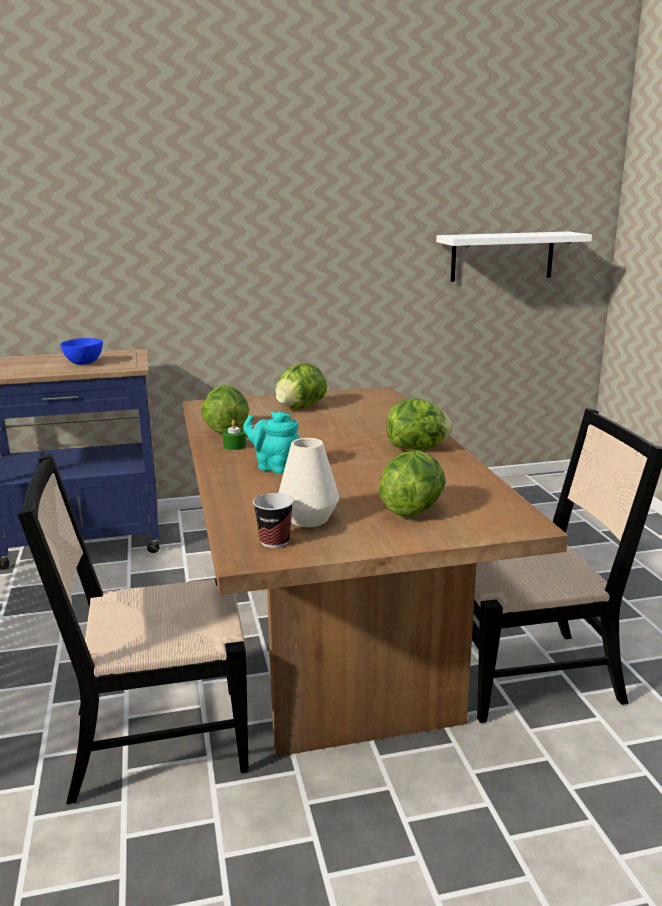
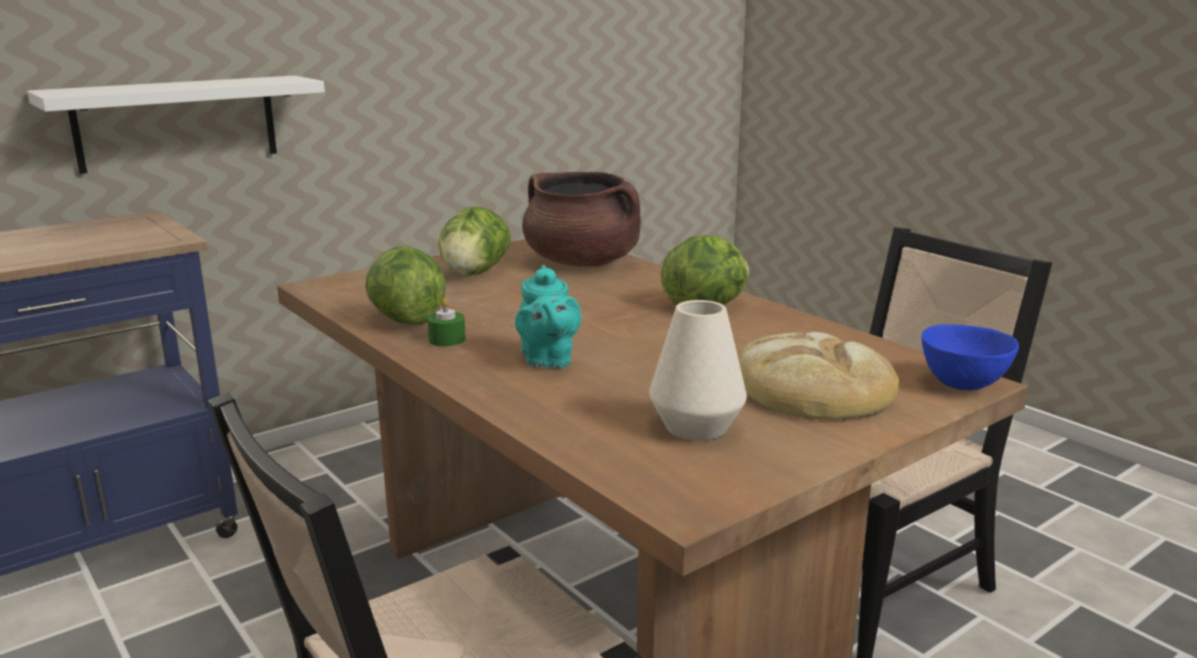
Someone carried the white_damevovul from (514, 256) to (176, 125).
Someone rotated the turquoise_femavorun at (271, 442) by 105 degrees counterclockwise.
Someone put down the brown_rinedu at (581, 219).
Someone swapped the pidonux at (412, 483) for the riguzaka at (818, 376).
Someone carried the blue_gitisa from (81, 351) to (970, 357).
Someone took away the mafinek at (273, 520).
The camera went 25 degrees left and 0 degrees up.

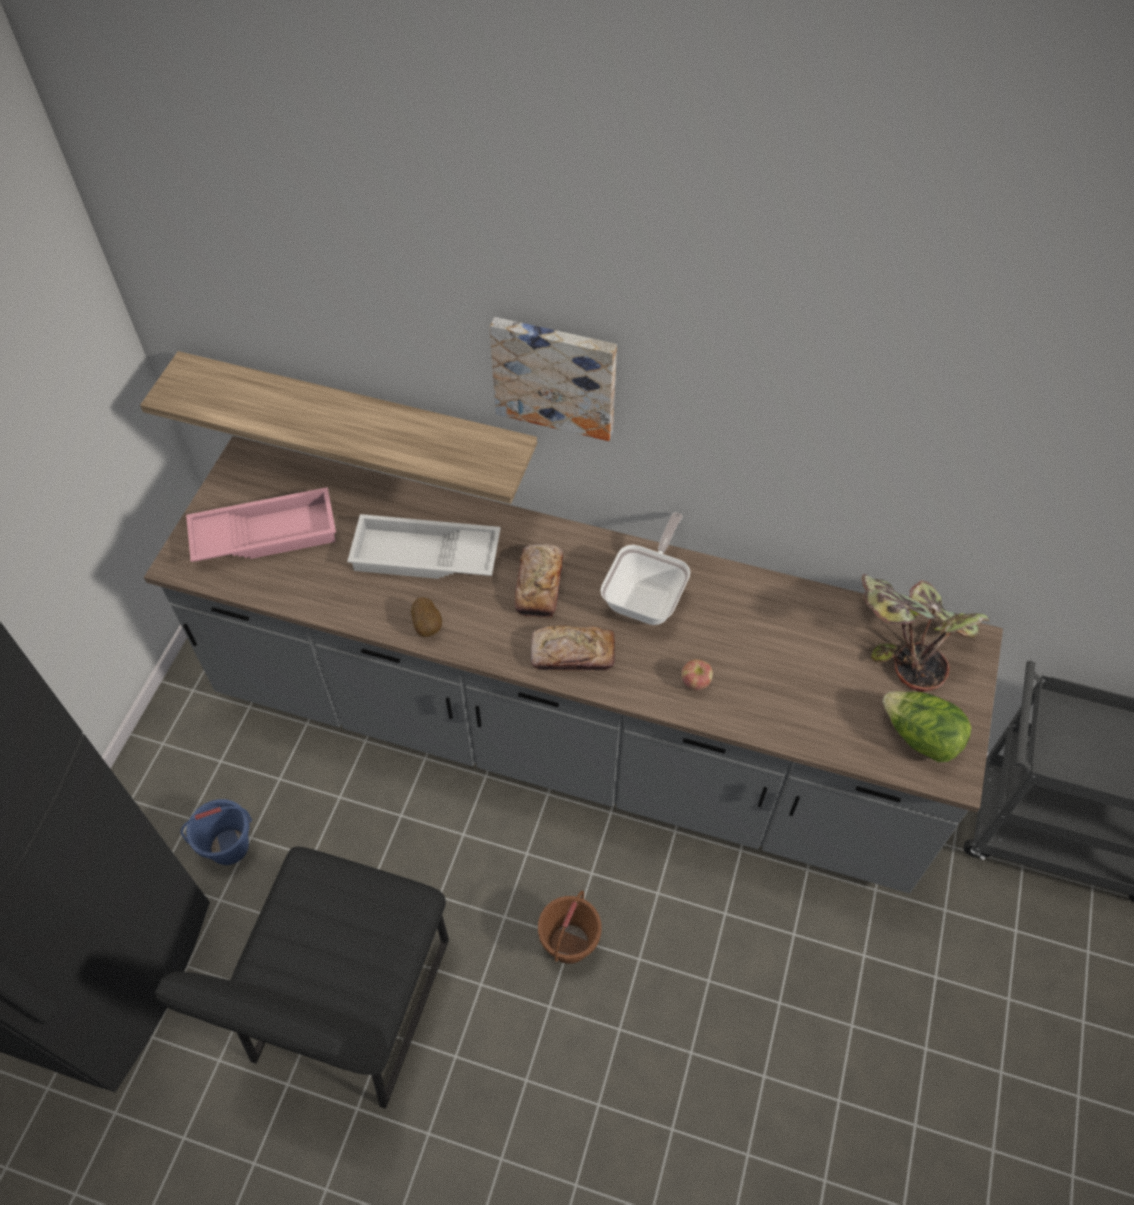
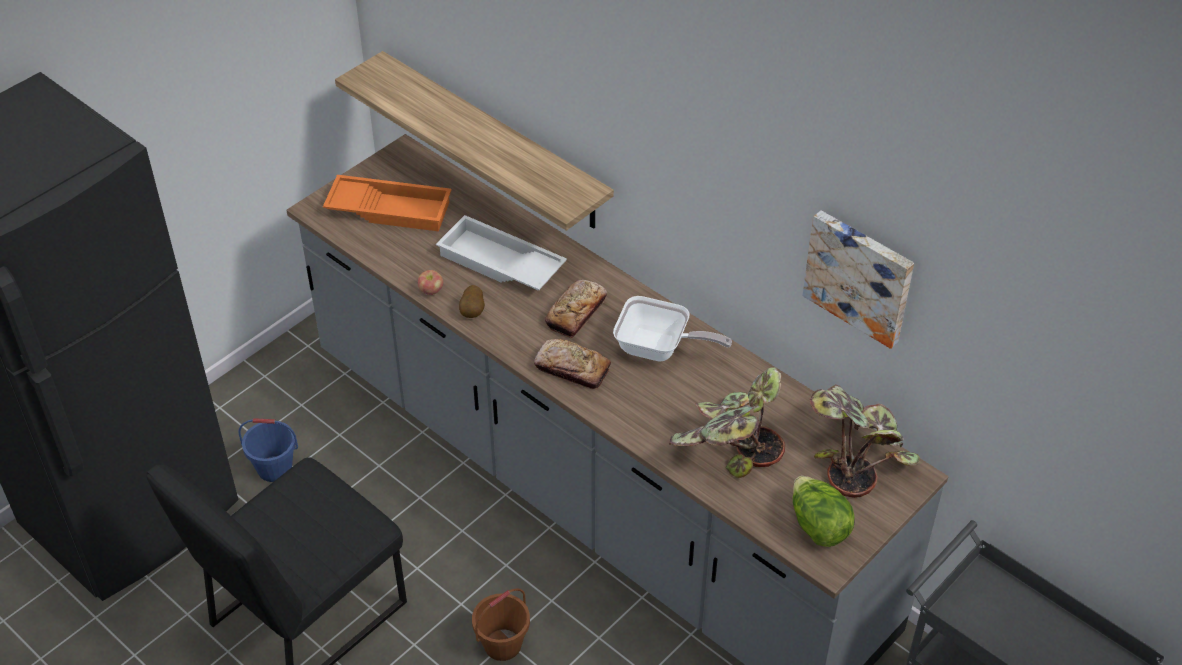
Someone repainted the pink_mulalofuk at (261, 524), which became the orange_mulalofuk at (387, 203).
Someone carried the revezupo from (697, 674) to (430, 282).
Someone rotated the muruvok at (645, 568) by 60 degrees clockwise.
Someone put down the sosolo at (727, 422).
Someone carried the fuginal from (553, 379) to (858, 279).
The camera went 25 degrees right and 10 degrees down.

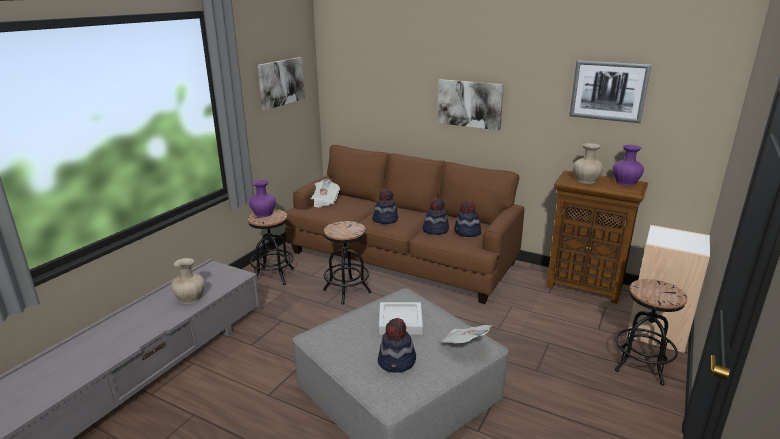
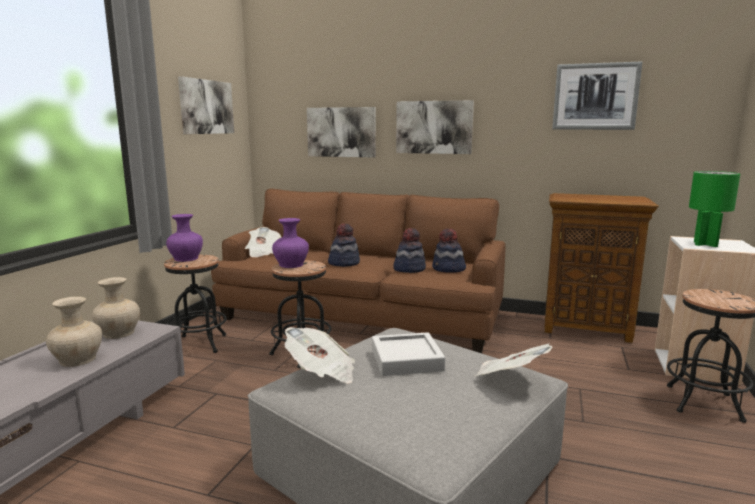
Someone carried the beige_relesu from (588, 163) to (116, 308).
Someone carried the purple_relesu from (628, 165) to (290, 243).
Someone put down the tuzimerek at (319, 355).
Someone put up the fuginal at (341, 132).
Someone put down the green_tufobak at (714, 209).
Someone took away the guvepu at (397, 345).
The camera went 10 degrees left and 10 degrees down.

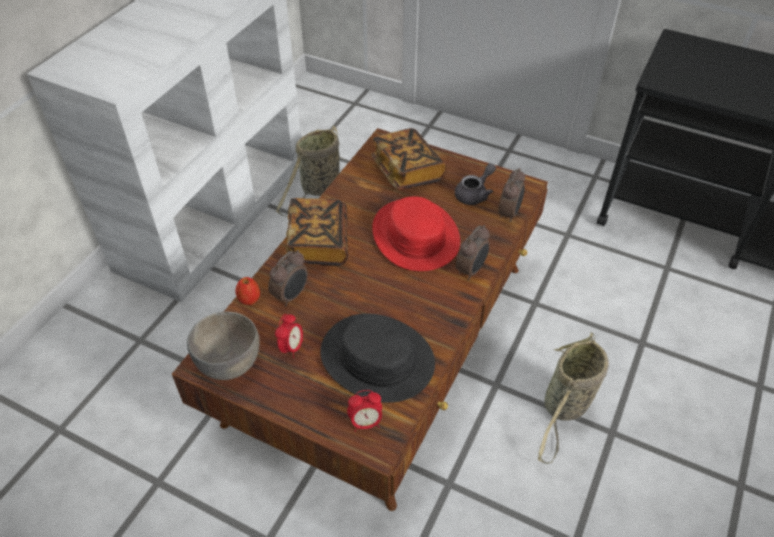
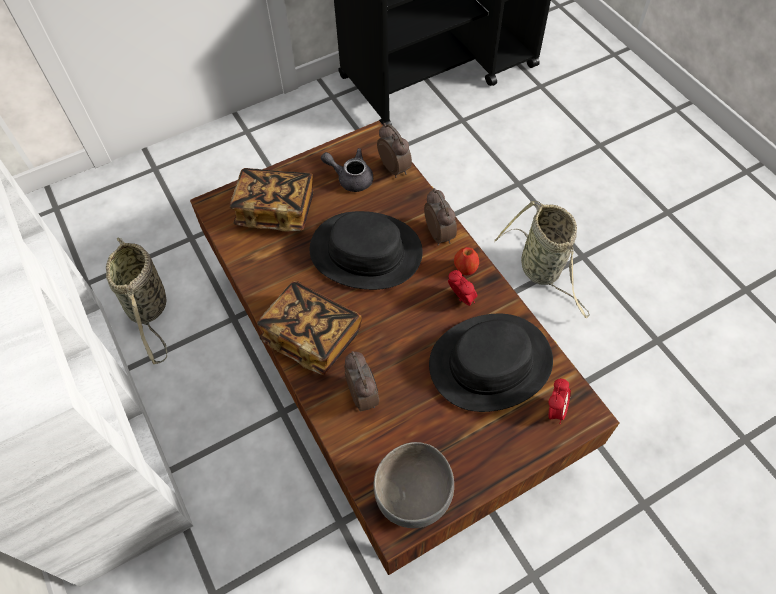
Someone repainted the red_guvepu at (416, 233), which became the black_guvepu at (366, 250).
Someone rotated the grey_femavorun at (475, 184) by 60 degrees counterclockwise.
Someone carried the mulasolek from (289, 336) to (463, 288).
Someone carried the revezupo from (247, 291) to (466, 261).
The camera went 55 degrees left and 10 degrees up.

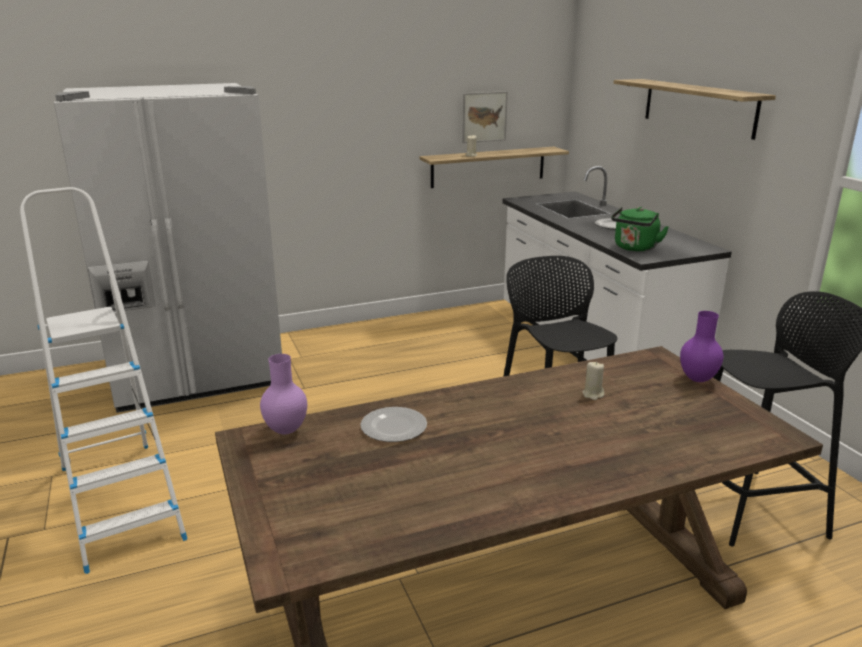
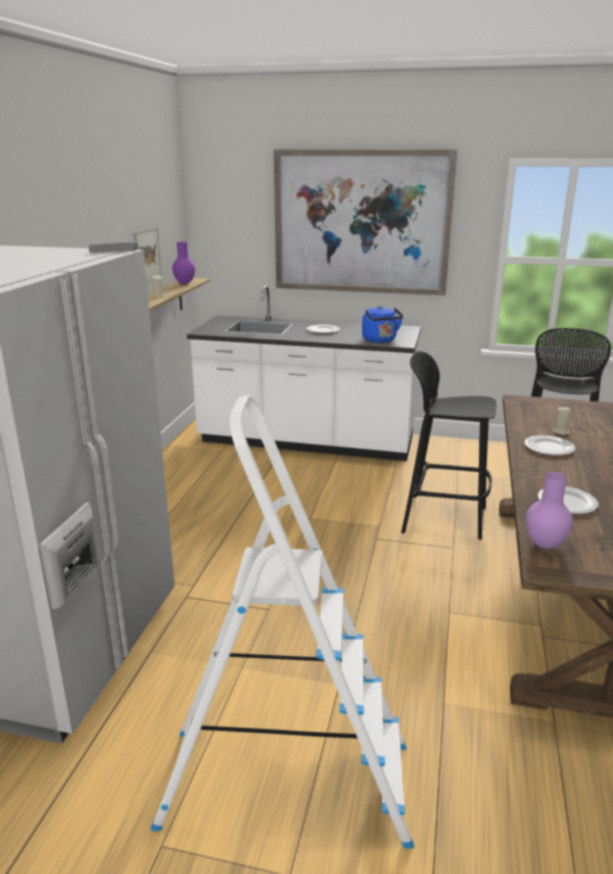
Someone carried the purple_relesu from (702, 346) to (183, 263).
Someone swapped the damevovul at (694, 109) for the fuginal at (365, 223).
Someone repainted the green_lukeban at (640, 229), which became the blue_lukeban at (382, 324).
Someone put down the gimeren at (550, 445).
The camera went 55 degrees left and 0 degrees up.

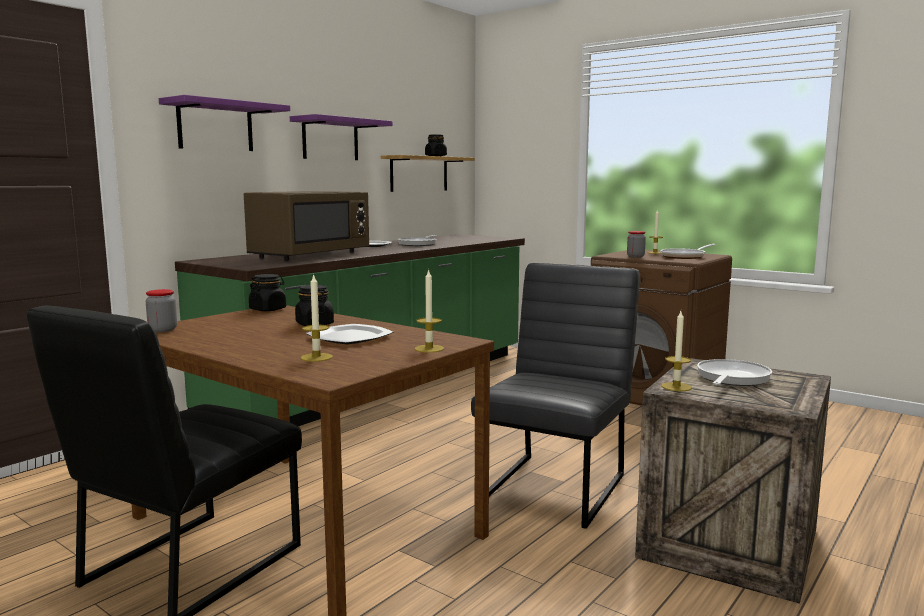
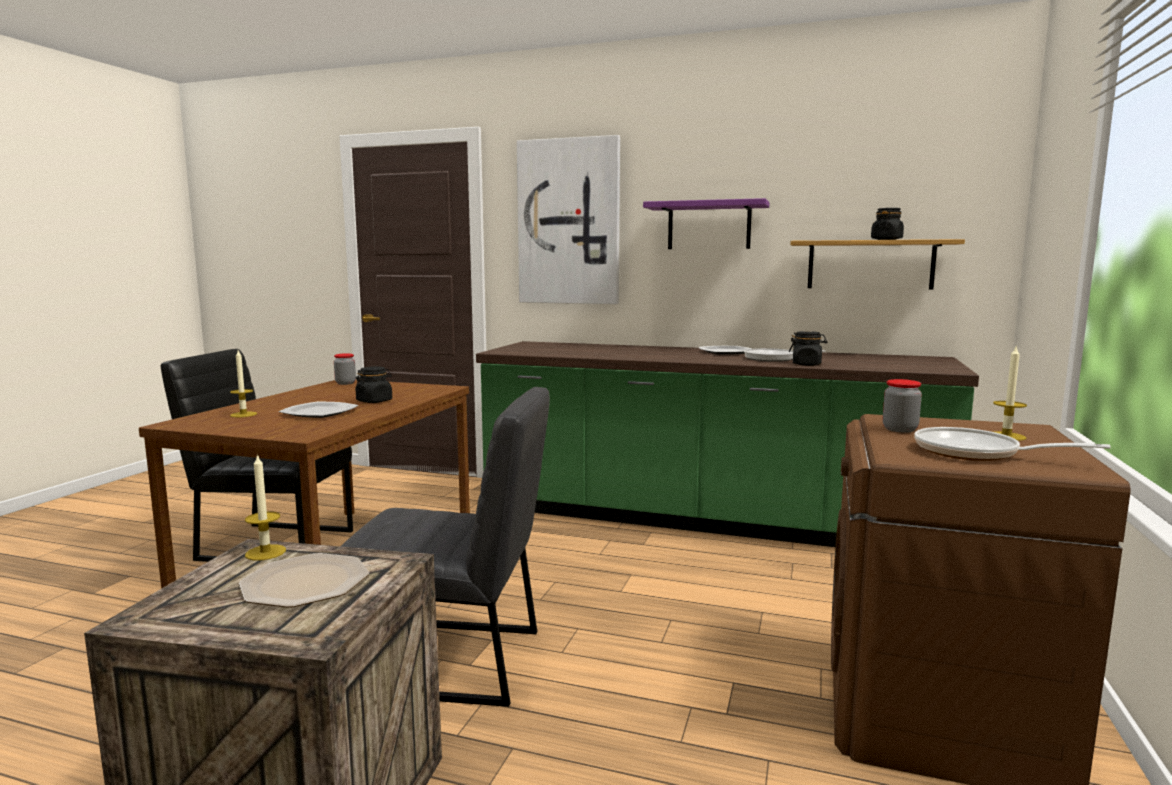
Someone swapped the muruvok at (734, 372) for the gimeren at (304, 580).
Someone swapped the purple_damevovul at (224, 123) for the fuginal at (568, 219).
Someone carried the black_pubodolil from (267, 292) to (808, 348).
Someone took away the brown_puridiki at (306, 226).
Someone took away the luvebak at (429, 311).
The camera went 70 degrees right and 0 degrees up.

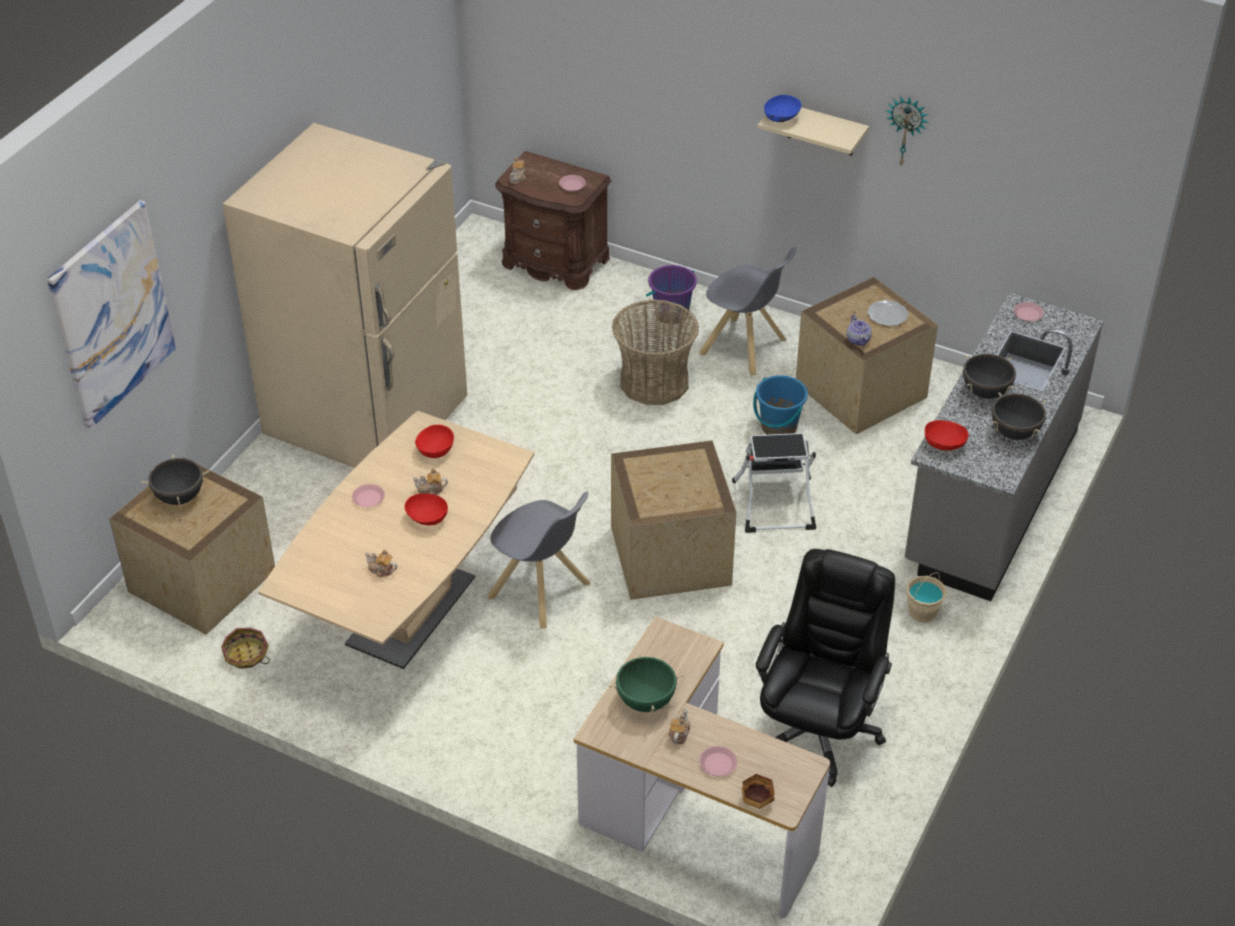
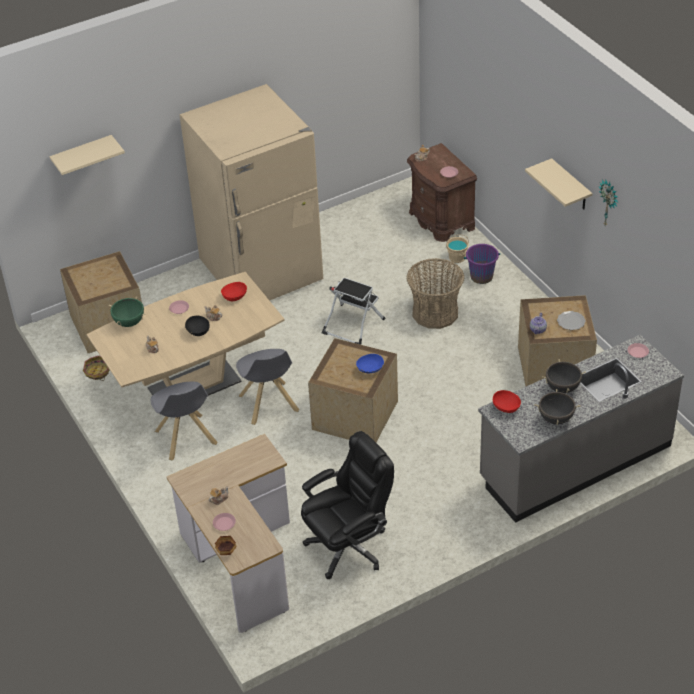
Someone swapped the fuginal at (111, 314) for the beige_damevovul at (87, 155).
Someone carried the green_rinedu from (646, 682) to (127, 312).
Someone carried the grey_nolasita from (748, 311) to (184, 421).
Someone repainted the red_gitisa at (426, 509), which became the black_gitisa at (197, 326).
Someone carried the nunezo from (774, 483) to (354, 311).
Someone carried the blue_gitisa from (783, 108) to (370, 363).
Someone carried the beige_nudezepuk from (926, 597) to (457, 249).
Someone took away the black_rinedu at (175, 479).
Someone took away the blue_nudezepuk at (780, 405).
The camera went 35 degrees right and 0 degrees up.

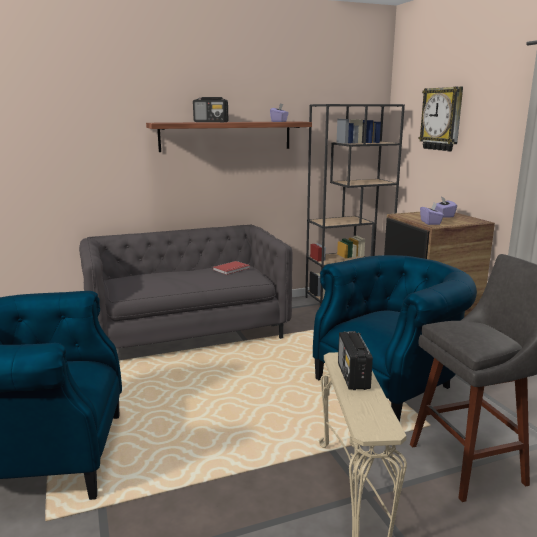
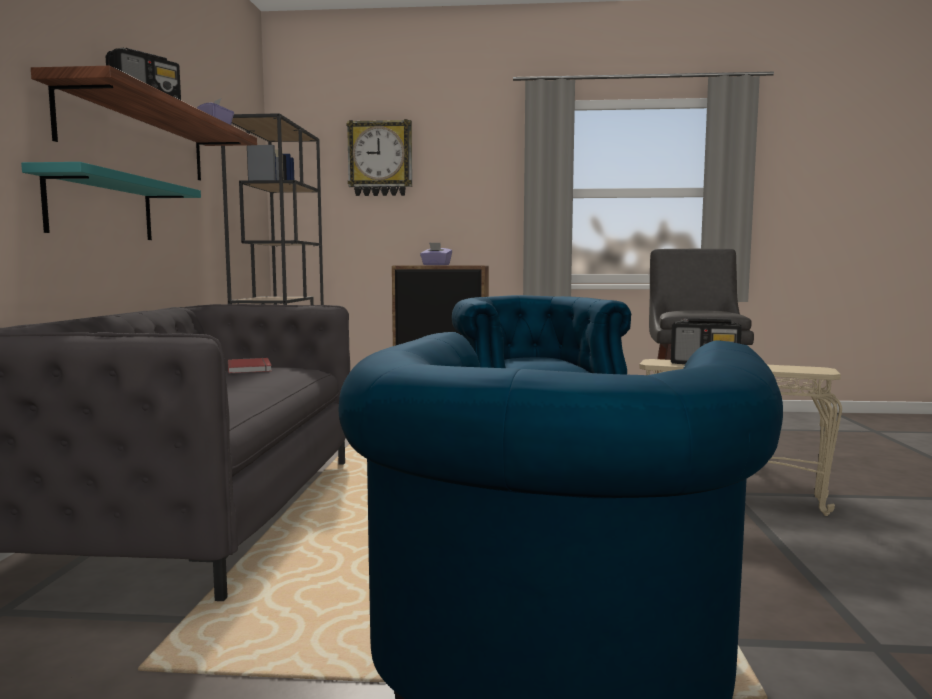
Someone put up the turquoise_damevovul at (111, 201).
Someone took away the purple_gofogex at (432, 214).
The camera went 65 degrees left and 10 degrees down.

